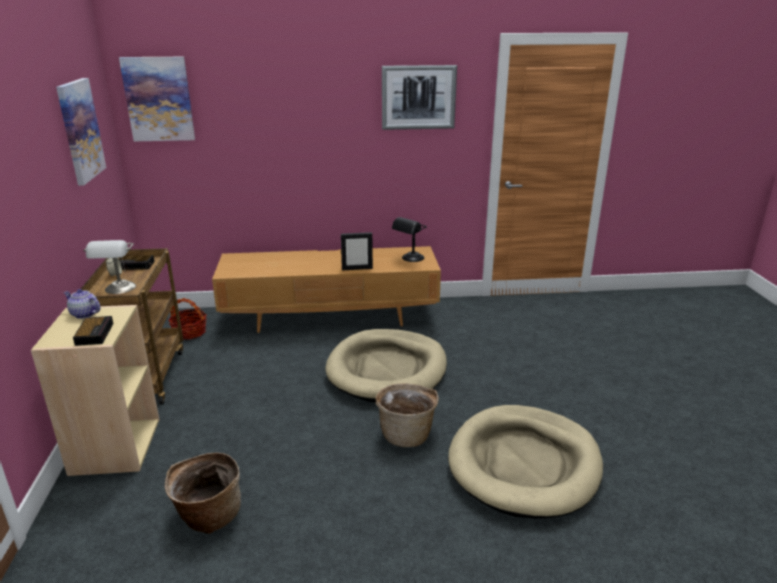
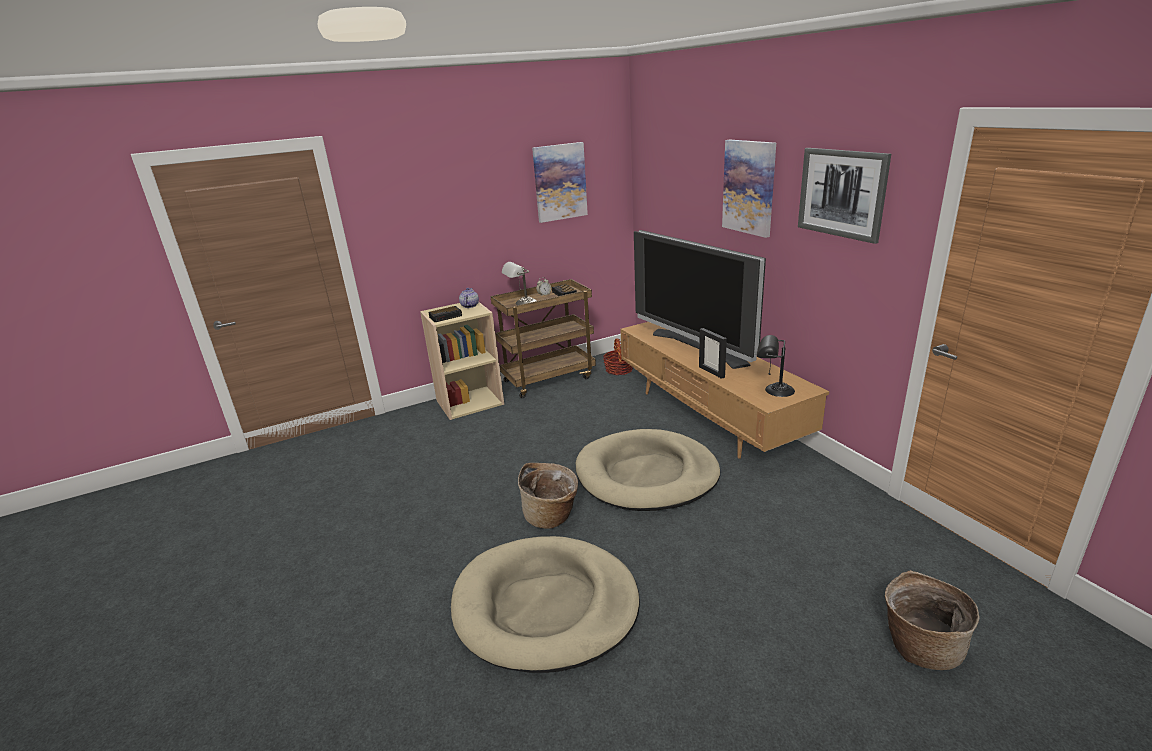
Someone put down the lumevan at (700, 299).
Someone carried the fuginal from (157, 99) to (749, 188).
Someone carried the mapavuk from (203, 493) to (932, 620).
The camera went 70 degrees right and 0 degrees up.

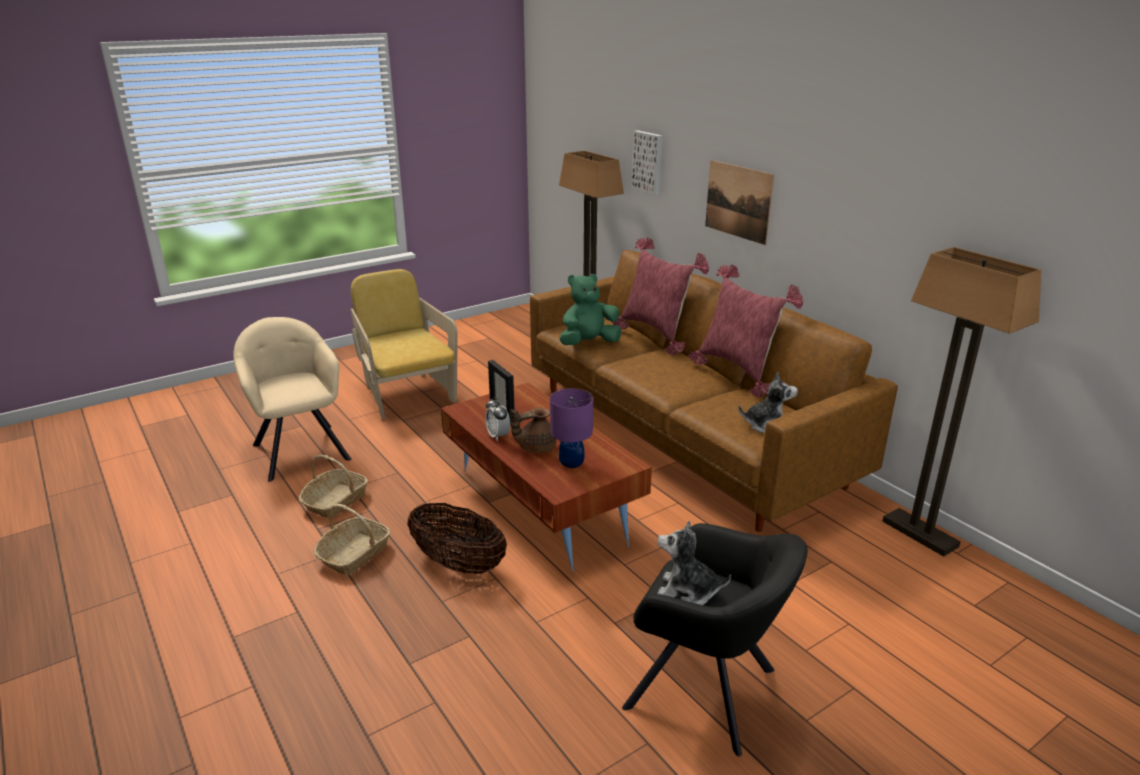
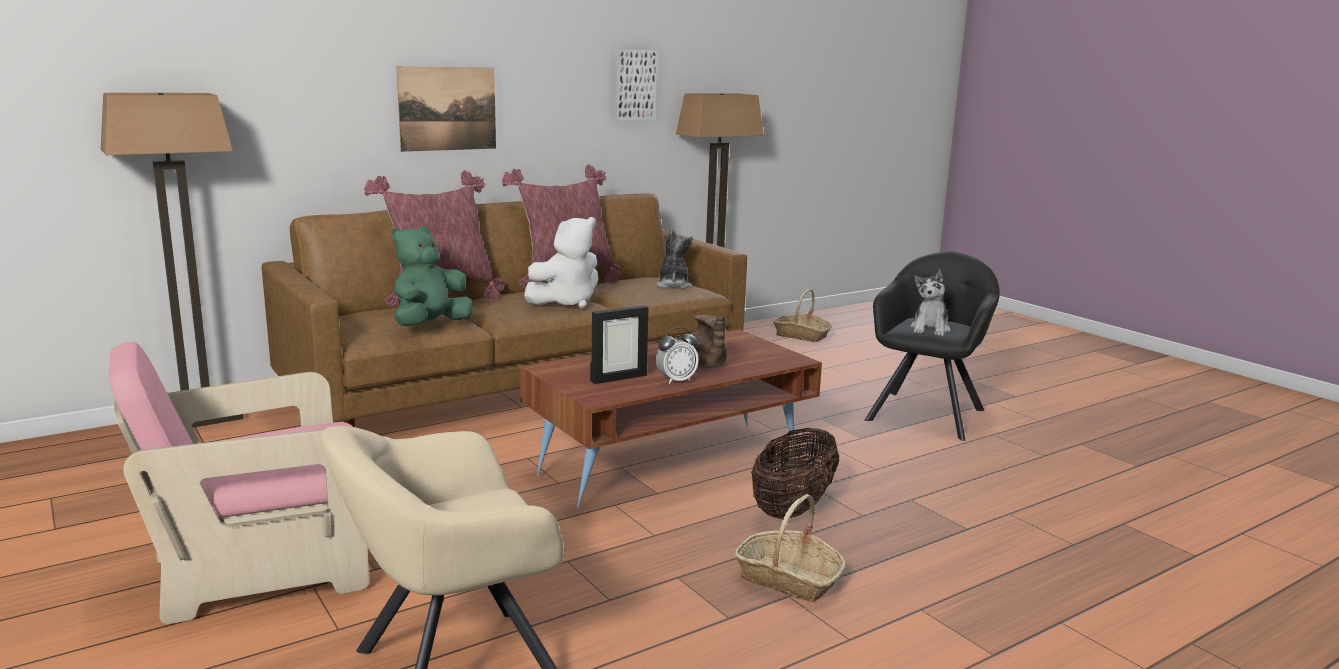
Someone repainted the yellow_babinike at (404, 344), which became the pink_babinike at (239, 483).
Someone rotated the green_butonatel at (590, 309) by 60 degrees clockwise.
Someone put down the white_butonatel at (561, 262).
Someone carried the fuginal from (647, 162) to (635, 84).
Someone carried the mapavuk from (333, 486) to (802, 315).
Someone took away the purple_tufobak at (571, 428).
The camera went 90 degrees left and 10 degrees down.

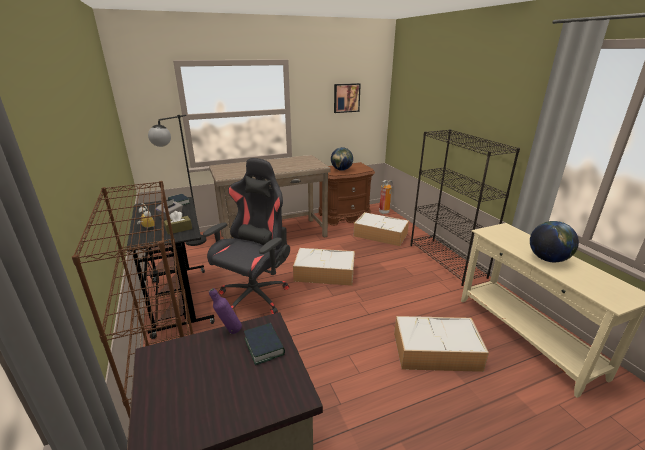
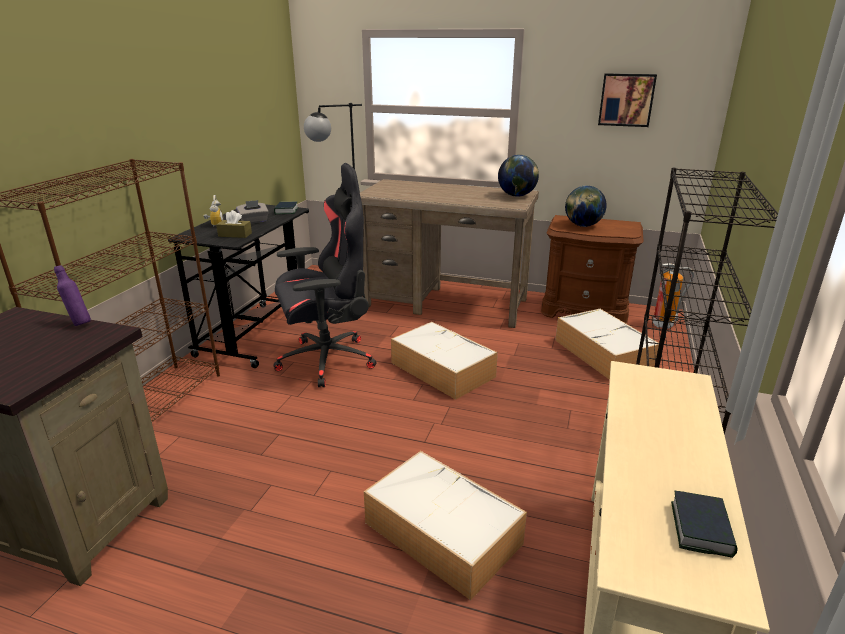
Someone carried the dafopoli from (554, 241) to (518, 176).
Someone carried the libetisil from (264, 344) to (704, 524).
The camera went 40 degrees right and 0 degrees up.

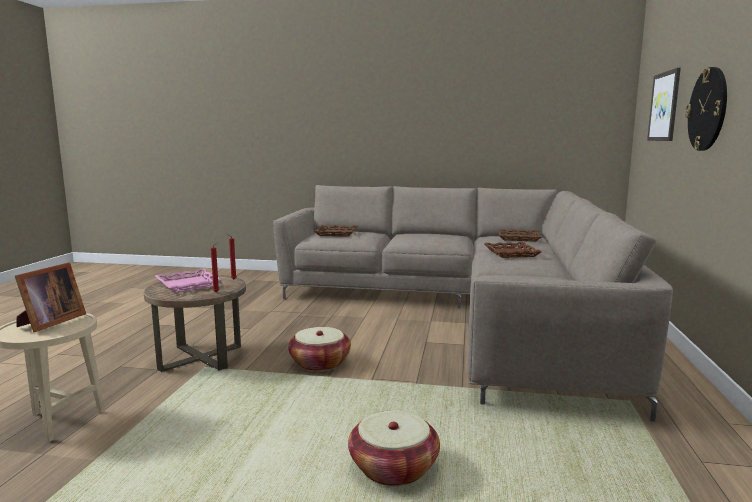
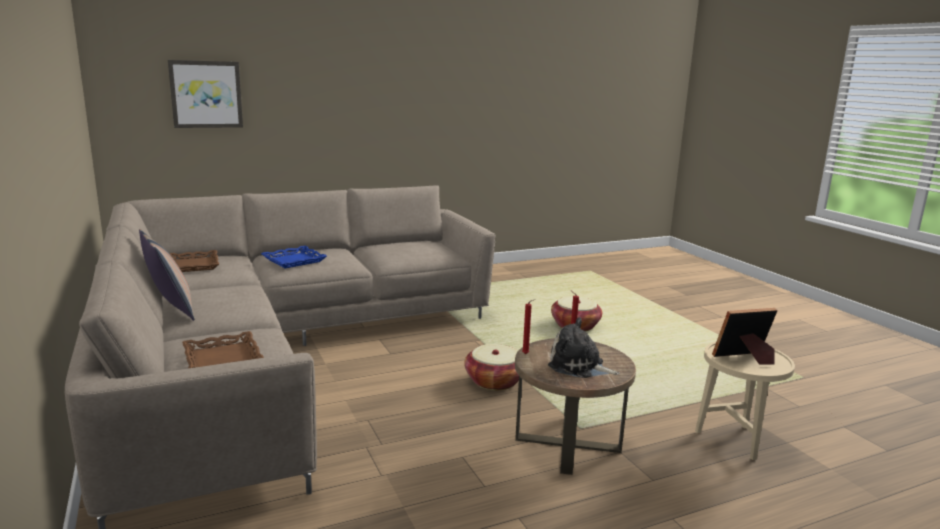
Someone put down the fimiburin at (167, 275).
Someone repainted the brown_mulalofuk at (513, 250), which became the blue_mulalofuk at (294, 257).
Someone swapped the pink_mulalofuk at (188, 281) for the butonatel at (584, 348).
Someone took away the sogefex at (706, 109).
The camera went 125 degrees left and 5 degrees up.

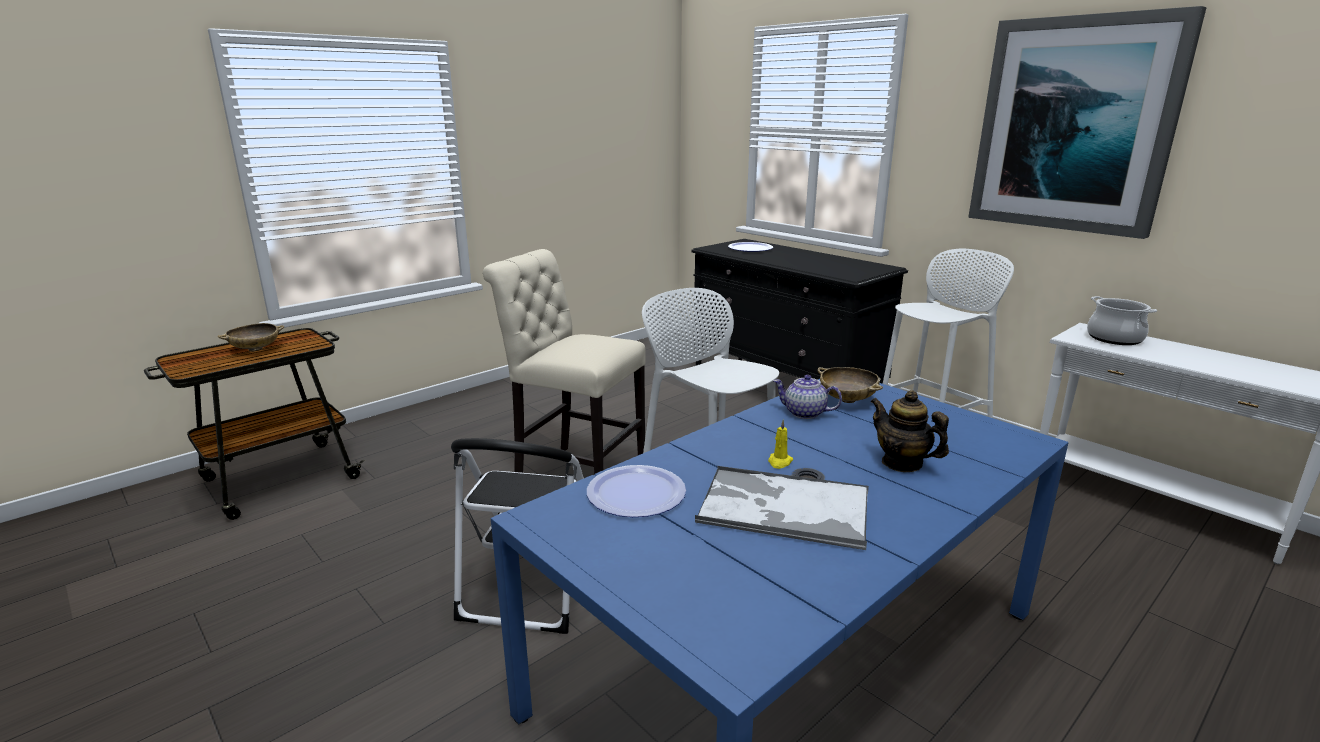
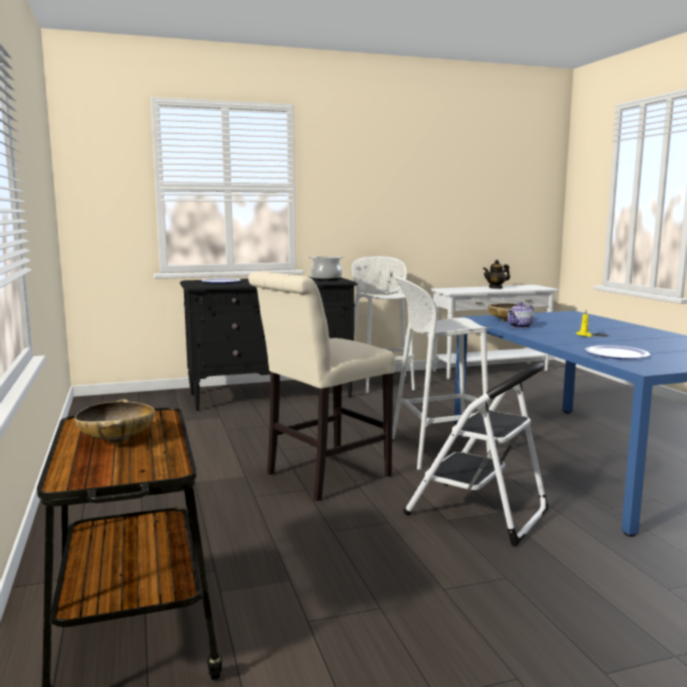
Someone carried the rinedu from (1122, 320) to (326, 268).
Someone carried the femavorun from (910, 431) to (496, 274).
Someone took away the mulalofuk at (782, 508).
Someone took away the fuginal at (1087, 122).
The camera went 65 degrees left and 10 degrees down.

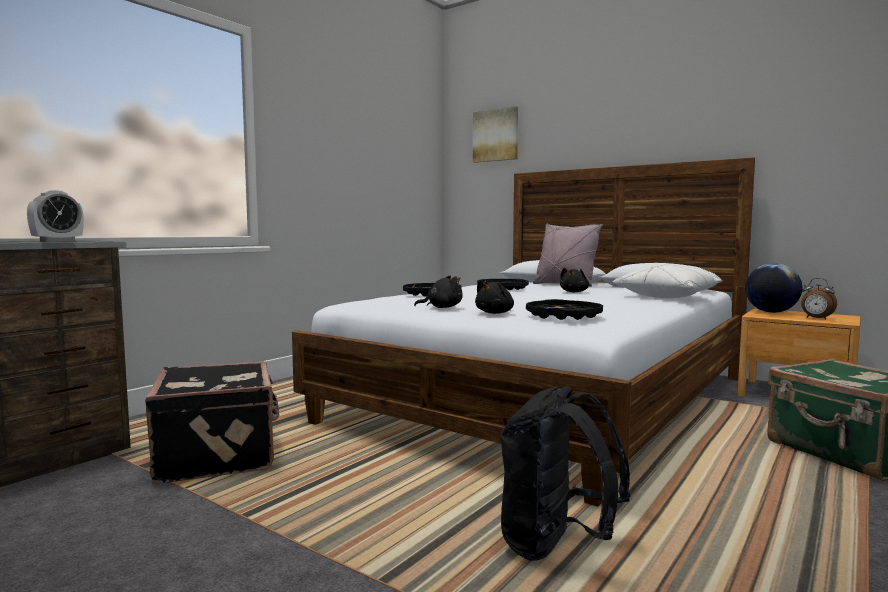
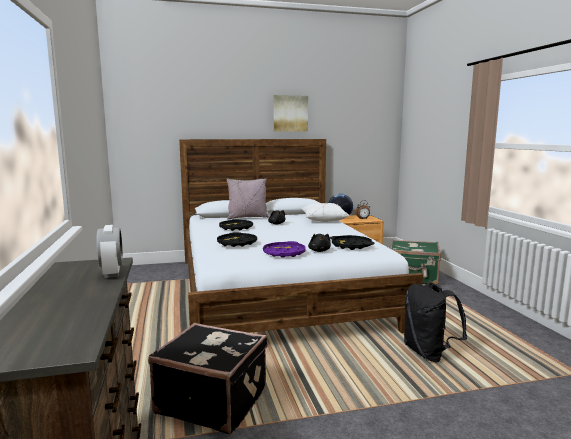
Someone swapped the black_butonatel at (438, 292) for the purple_mulalofuk at (284, 249).
Someone carried the fuginal from (495, 134) to (290, 113).
The camera went 50 degrees left and 5 degrees up.

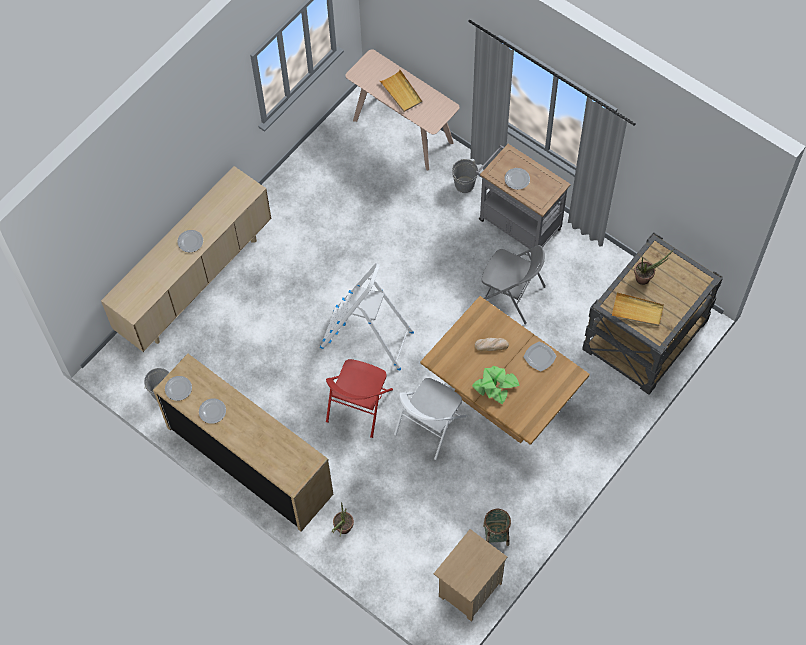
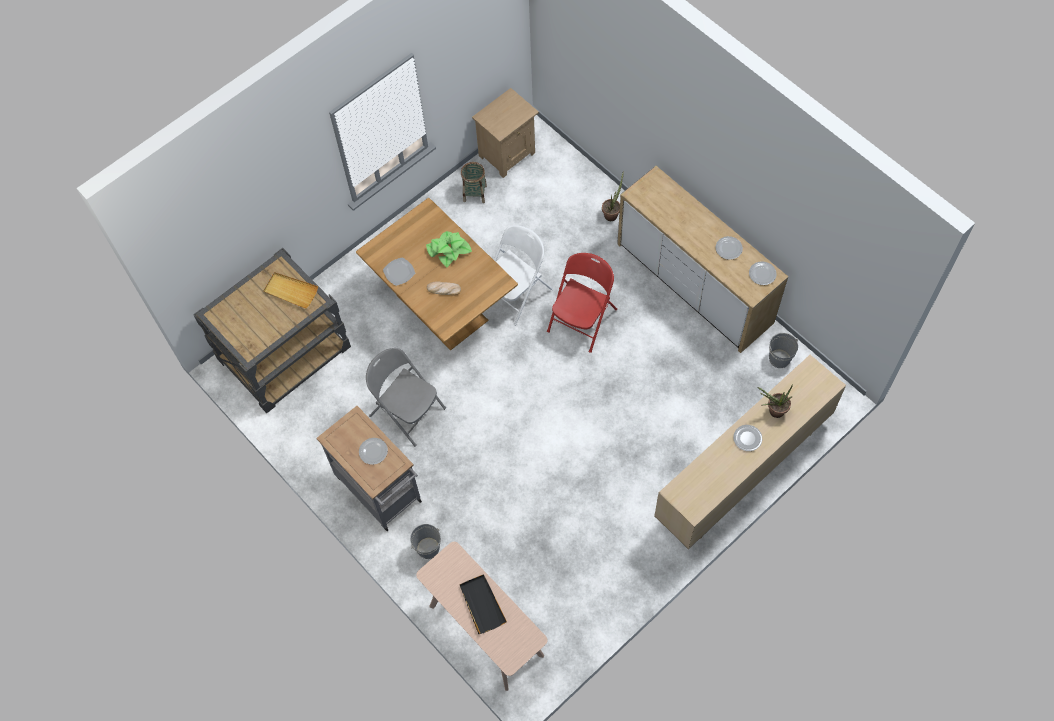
Someone repainted the beige_mulalofuk at (400, 91), which became the black_mulalofuk at (483, 604).
Someone carried the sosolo from (654, 267) to (775, 401).
Someone took away the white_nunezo at (367, 316).
The camera went 170 degrees left and 0 degrees up.

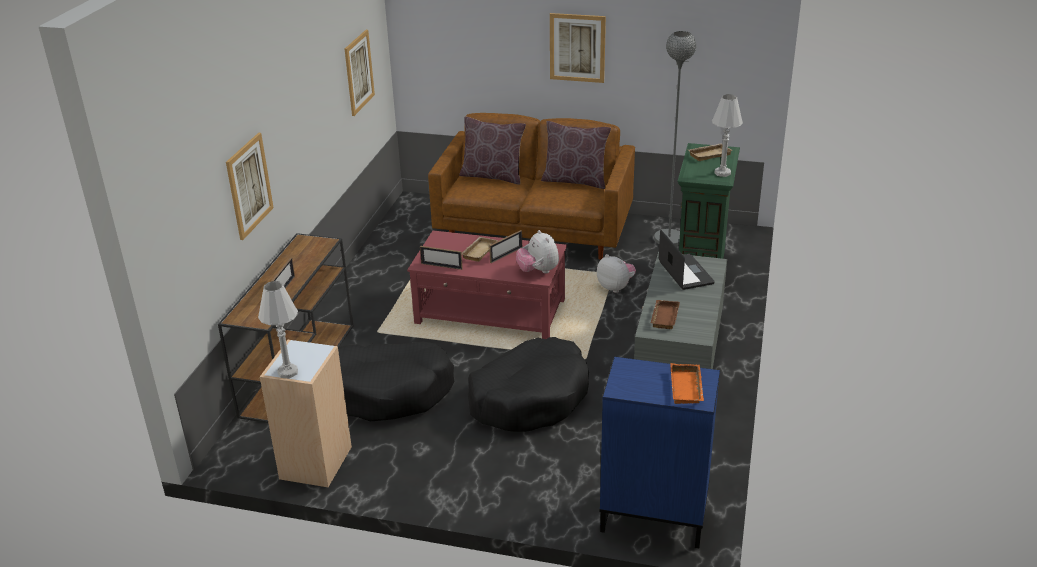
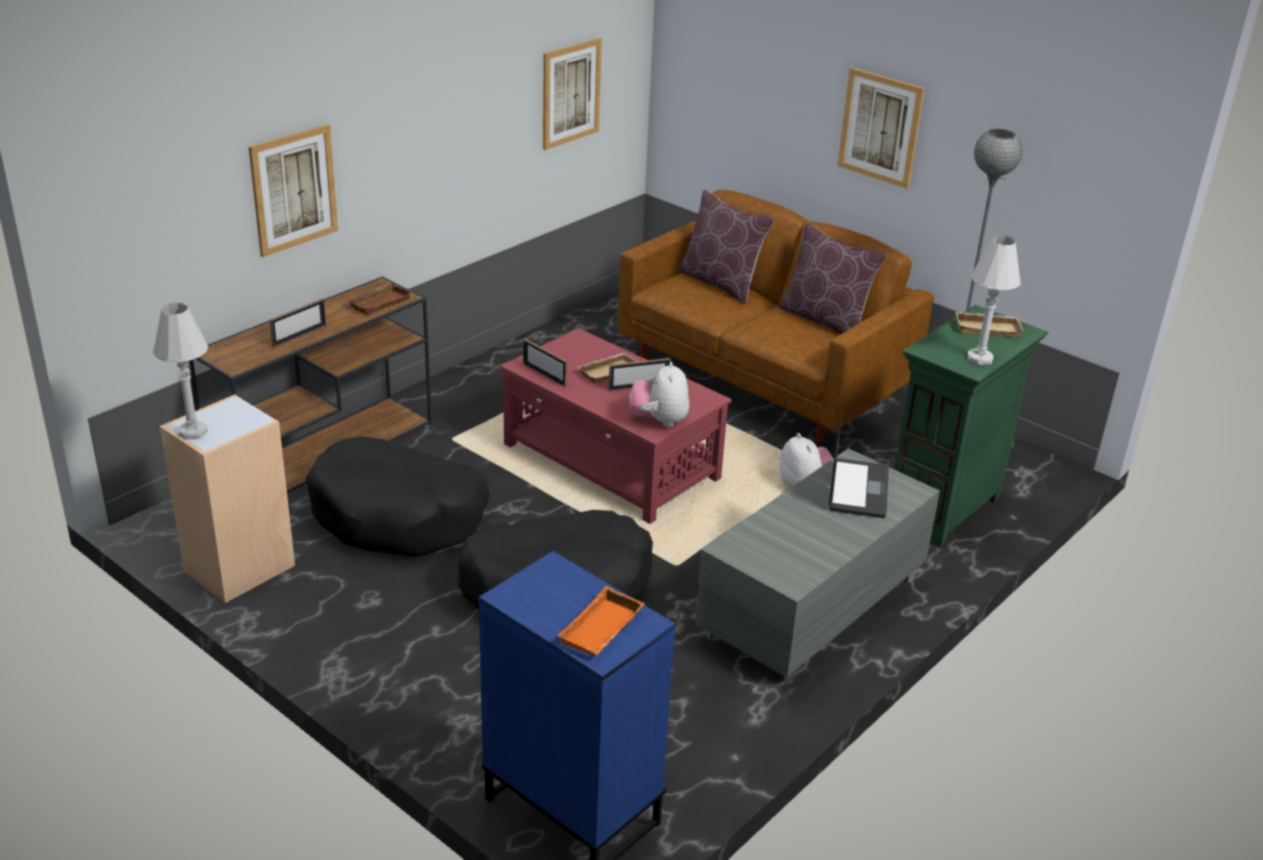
Someone carried the brown_mulalofuk from (665, 314) to (379, 299).
The camera went 25 degrees right and 0 degrees up.

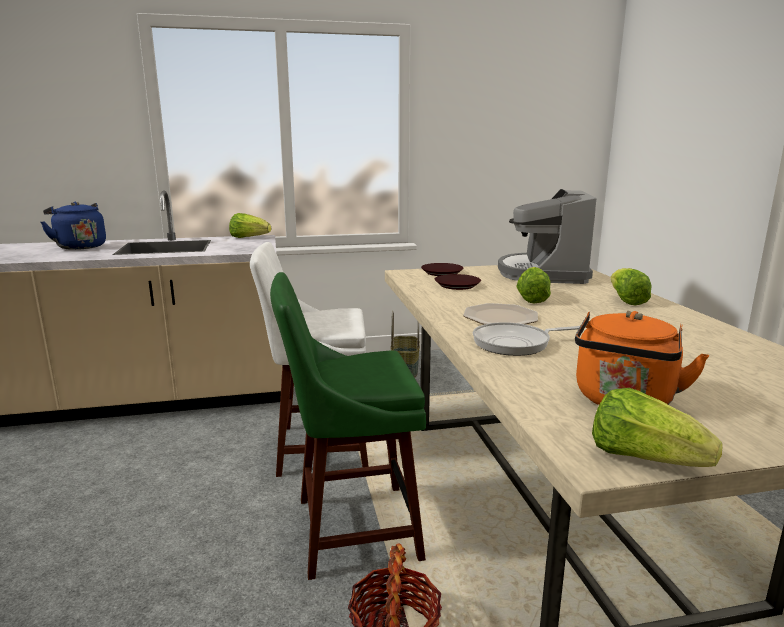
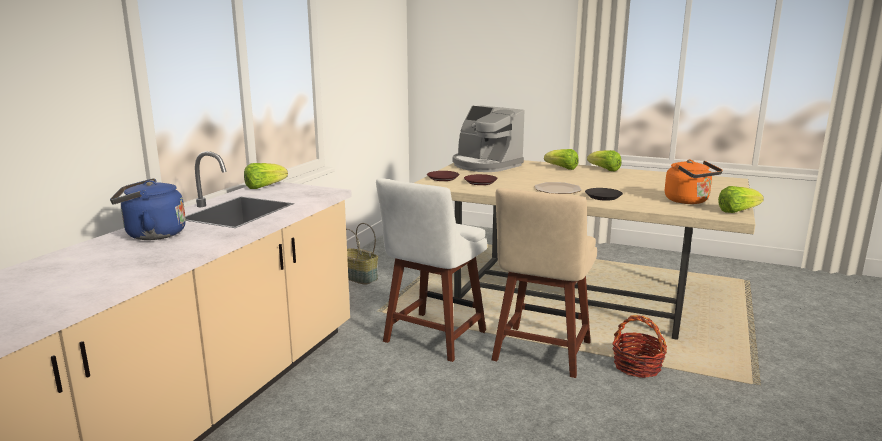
Someone repainted the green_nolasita at (348, 426), which became the beige_nolasita at (544, 283).
Someone swapped the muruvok at (526, 339) for the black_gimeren at (604, 194).
Someone carried the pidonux from (533, 285) to (604, 160).
The camera went 55 degrees left and 0 degrees up.

